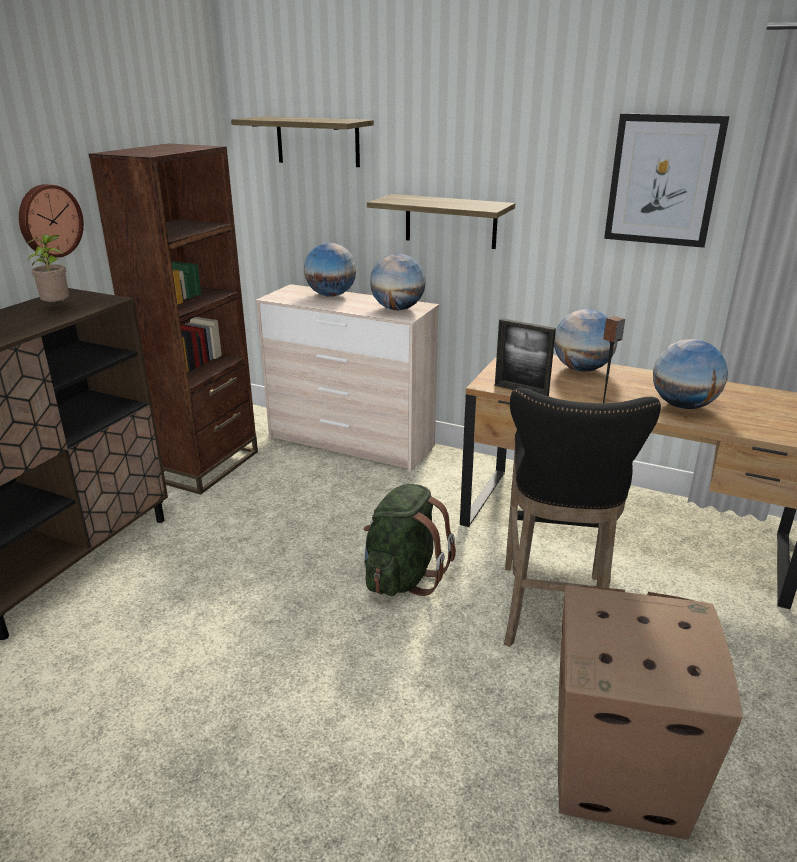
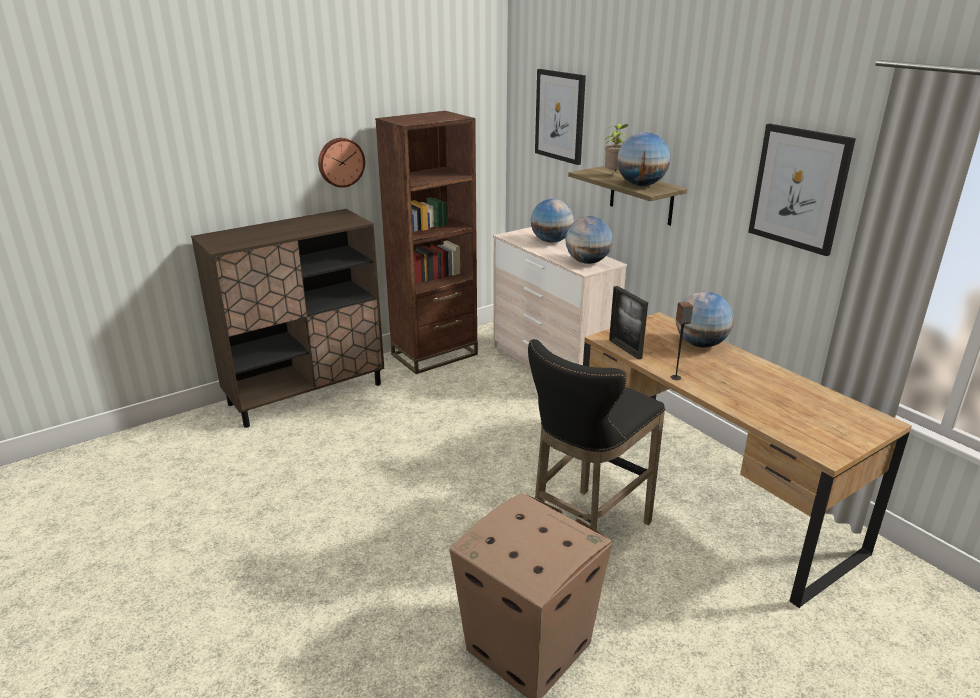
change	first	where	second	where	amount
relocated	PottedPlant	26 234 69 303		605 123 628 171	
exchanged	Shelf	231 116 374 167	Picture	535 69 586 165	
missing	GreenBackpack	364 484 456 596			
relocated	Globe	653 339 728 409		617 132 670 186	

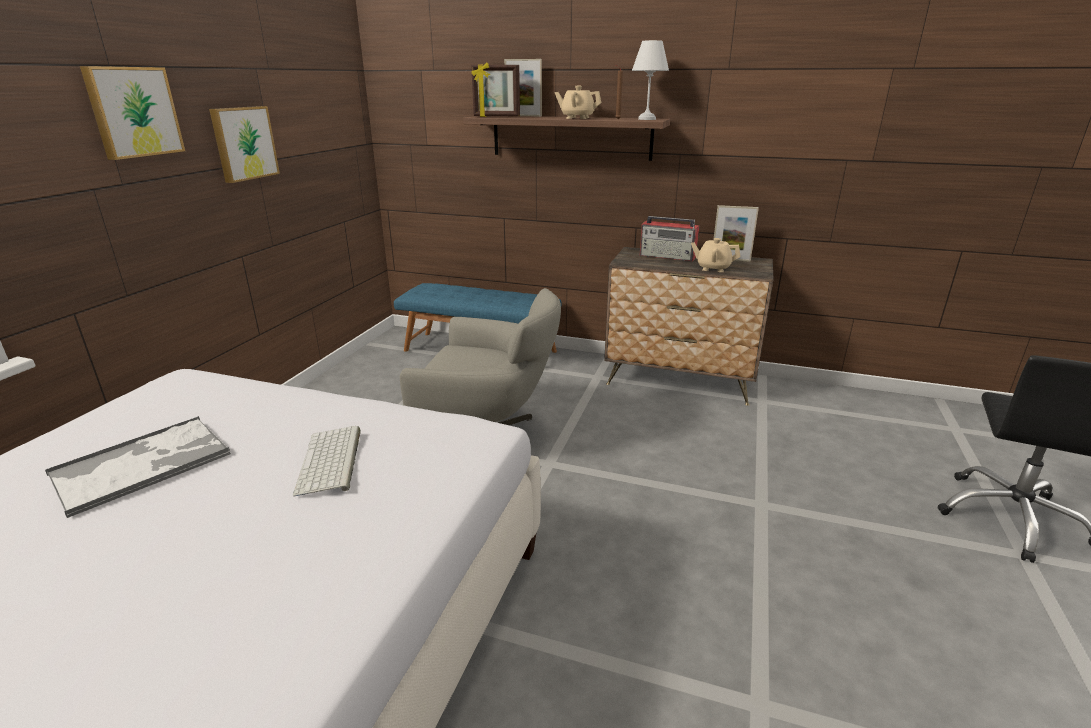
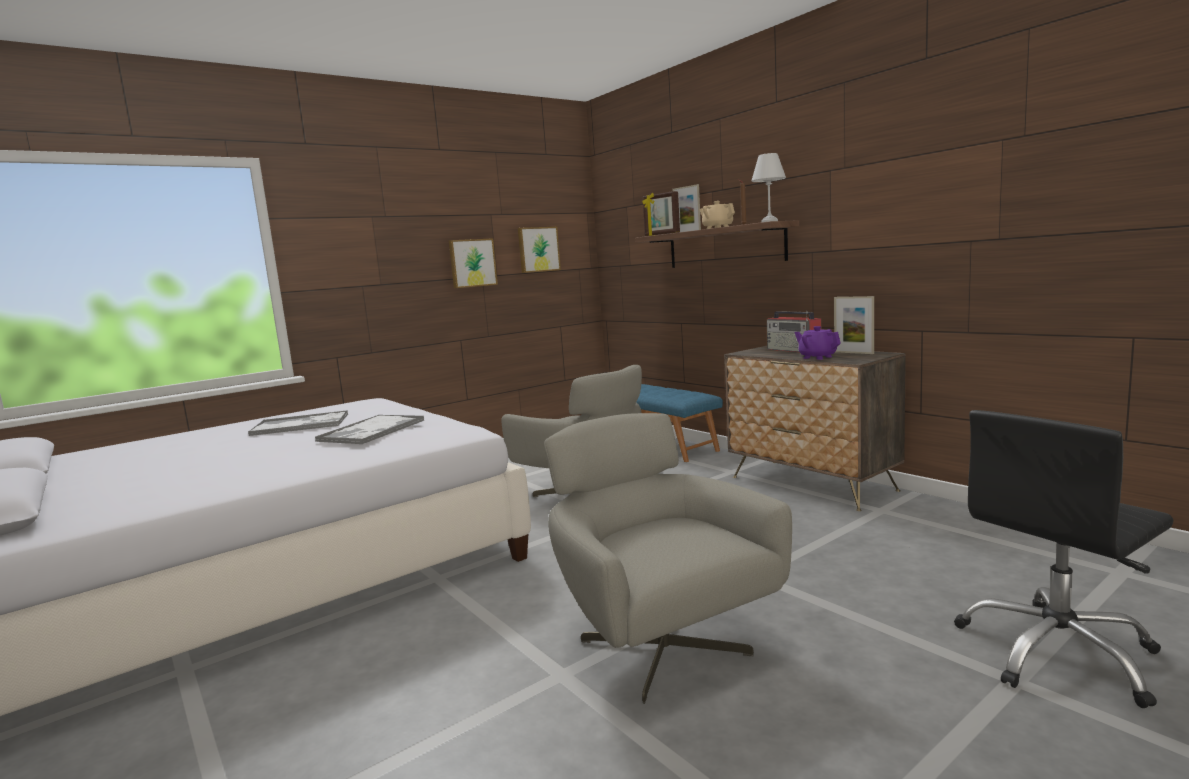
change	first	where	second	where	amount
relocated	Picture	80 66 185 160		518 227 561 273	
exchanged	Keyboard	293 426 361 497	Tray	315 415 425 444	
colour	BeigeTeapot	691 238 740 272	PurpleTeapot	794 326 841 360	
appeared			GreyArmchair	544 413 792 704	

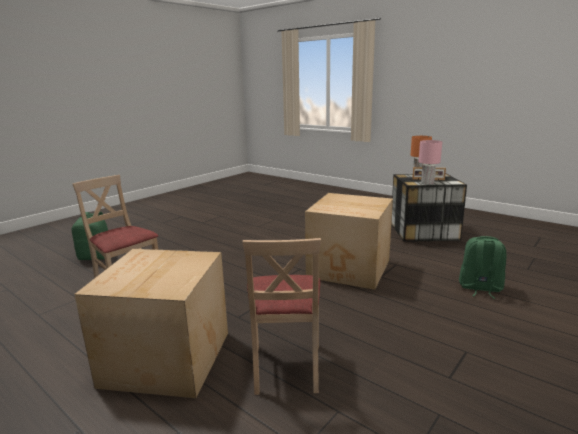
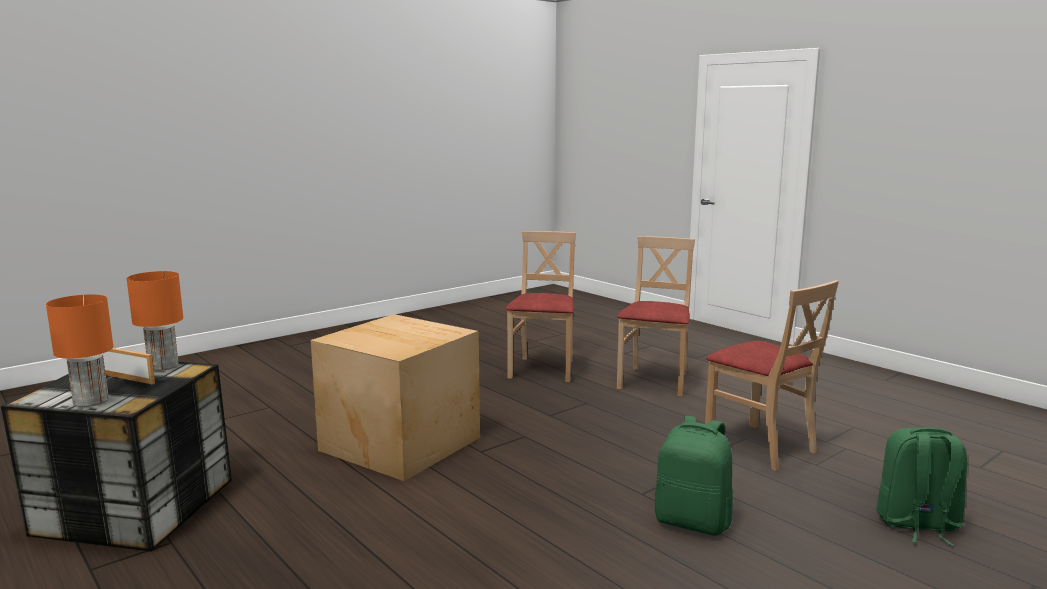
change	first	where	second	where	amount
exchanged	CardboardBox	74 249 228 398	BeigeChair	617 236 695 396	
colour	PinkTableLamp	418 140 442 185	OrangeTableLamp	127 271 183 371	
relocated	GreenBackpack	459 236 507 299		655 416 733 536	

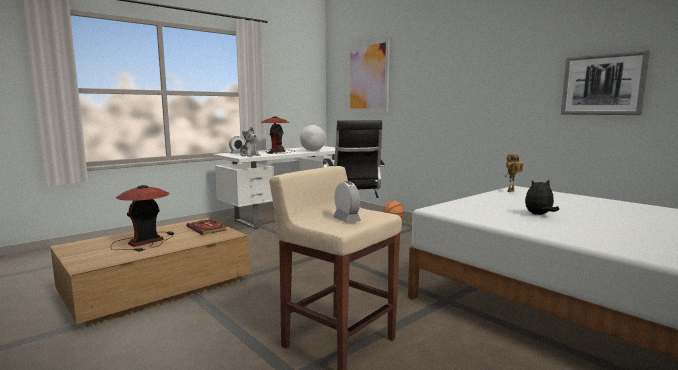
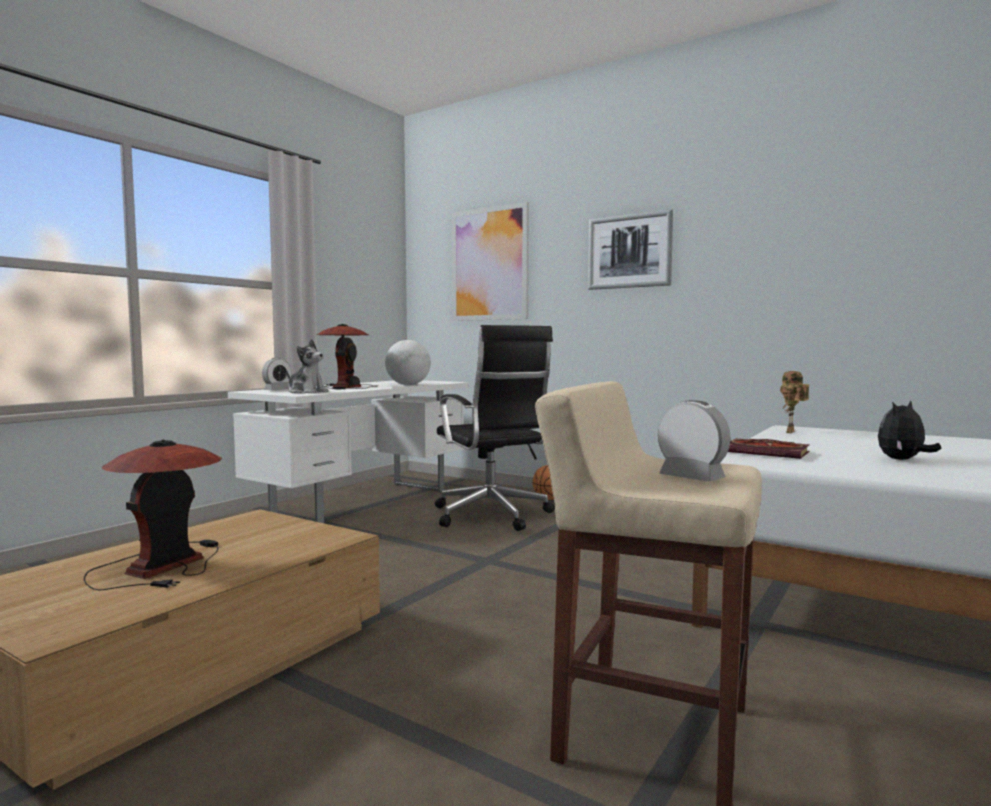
change	first	where	second	where	amount
relocated	Book	186 219 227 235		728 439 810 459	
relocated	Picture	561 50 650 115		588 209 673 290	

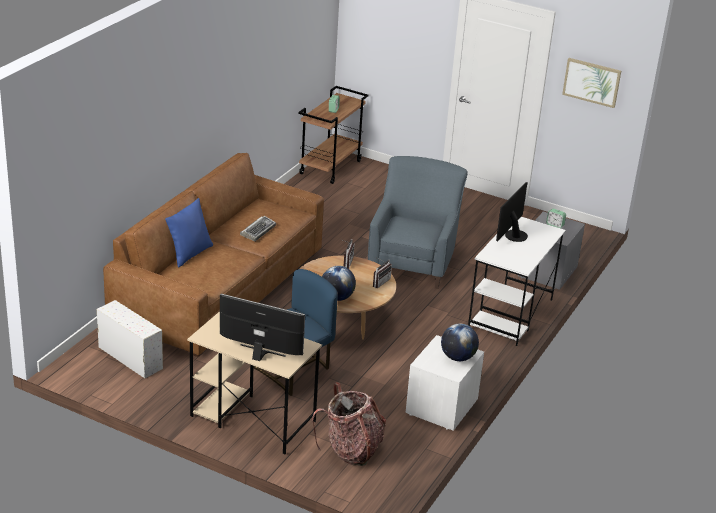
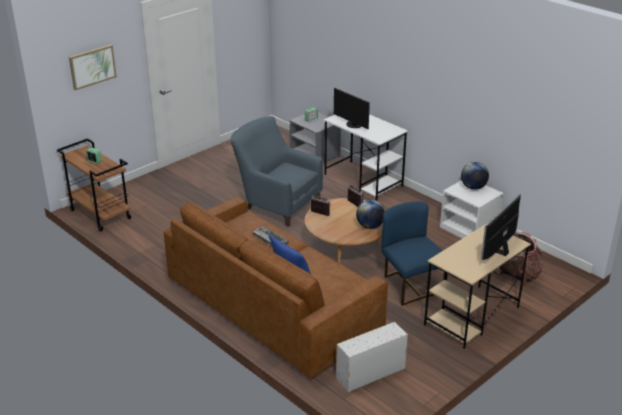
change	first	where	second	where	amount
relocated	Picture	562 58 621 108		69 45 117 90	

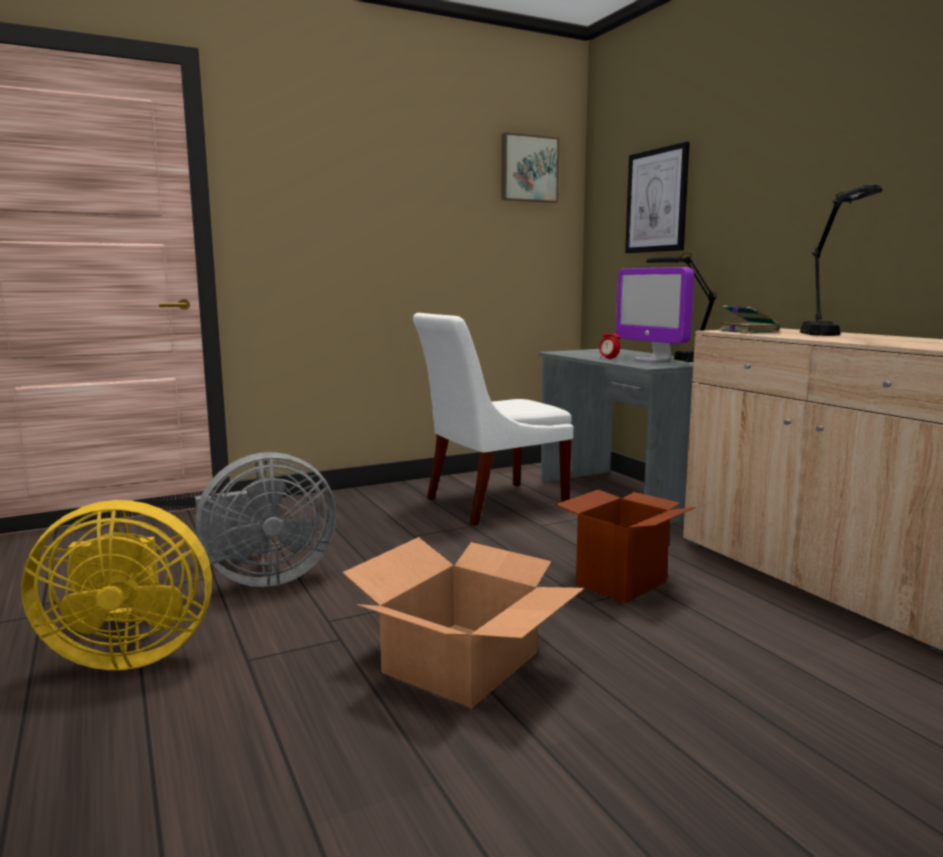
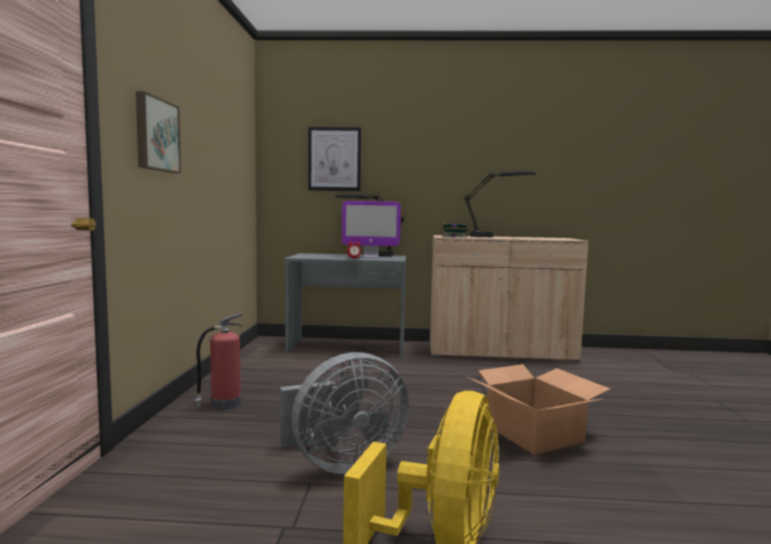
change	first	where	second	where	amount
spun	GreyFan	195 452 336 587		280 352 409 474	60 degrees clockwise
missing	WhiteChair	413 313 573 526			
relocated	Picture	501 132 560 203		136 91 181 173	
missing	CardboardBox	555 489 696 603			
appeared			FireExtinguisher	195 313 243 410	

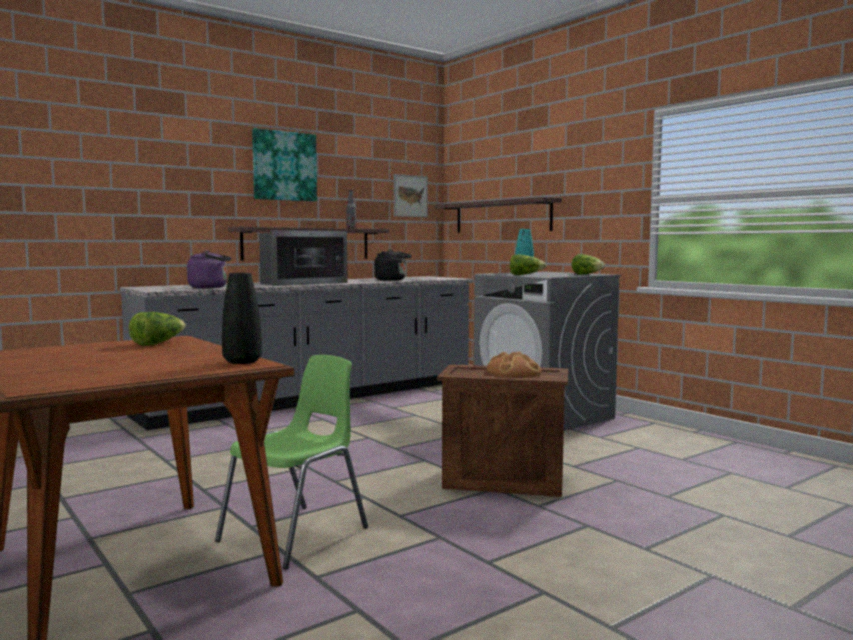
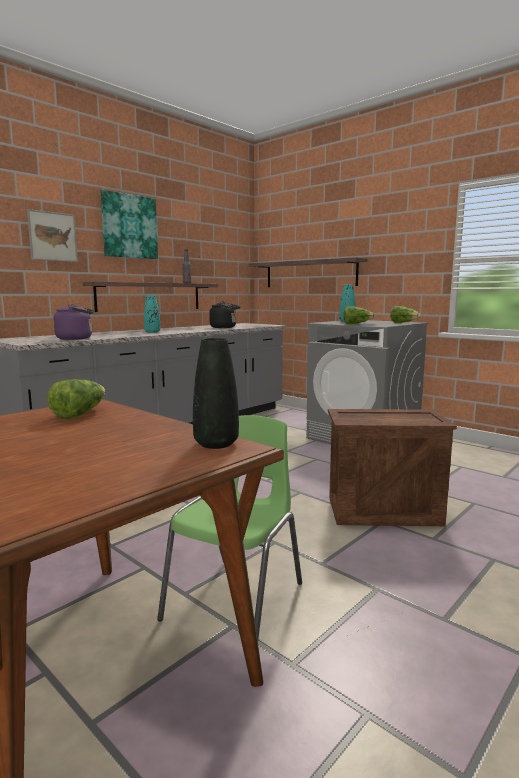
change	first	where	second	where	amount
exchanged	Microwave	259 230 348 286	TurquoiseVase	144 295 160 333	
relocated	Picture	394 174 428 217		27 209 78 262	
missing	Bread	486 352 542 377			

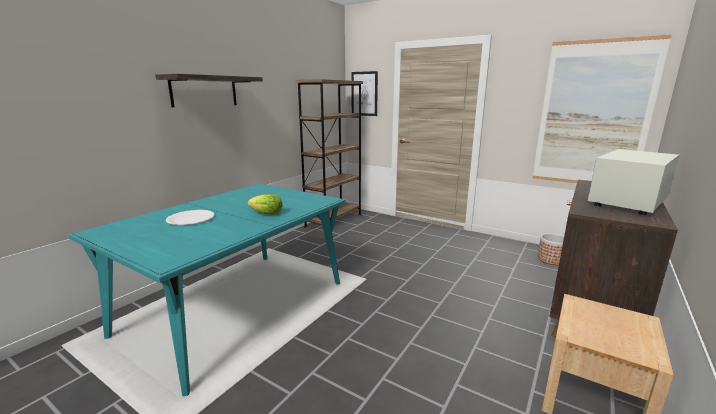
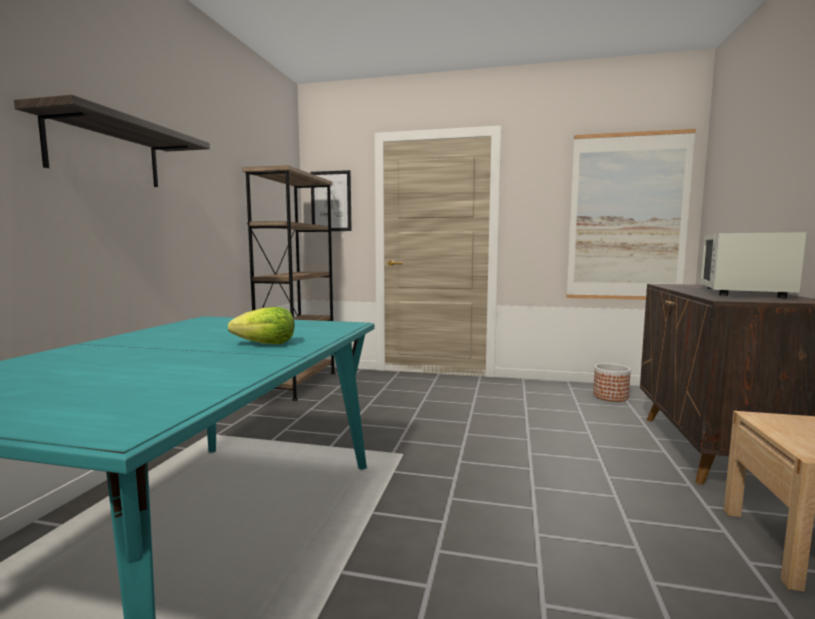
change	first	where	second	where	amount
missing	WhitePlate	166 210 215 225			

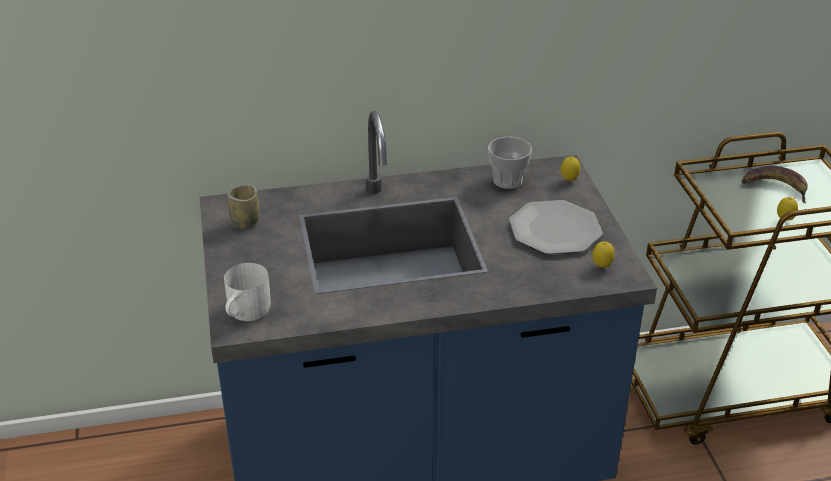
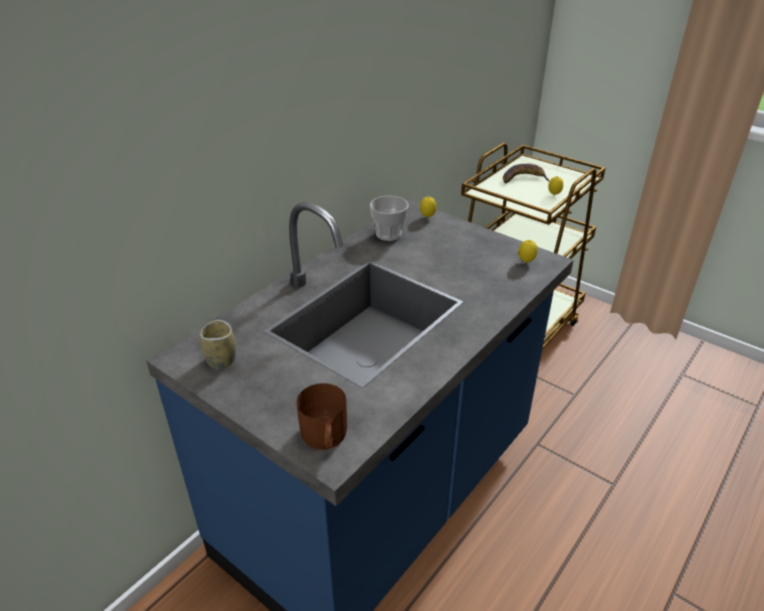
change	first	where	second	where	amount
colour	WhiteMug	224 263 271 321	BrownMug	297 383 347 450	
missing	Plate	509 200 603 255			

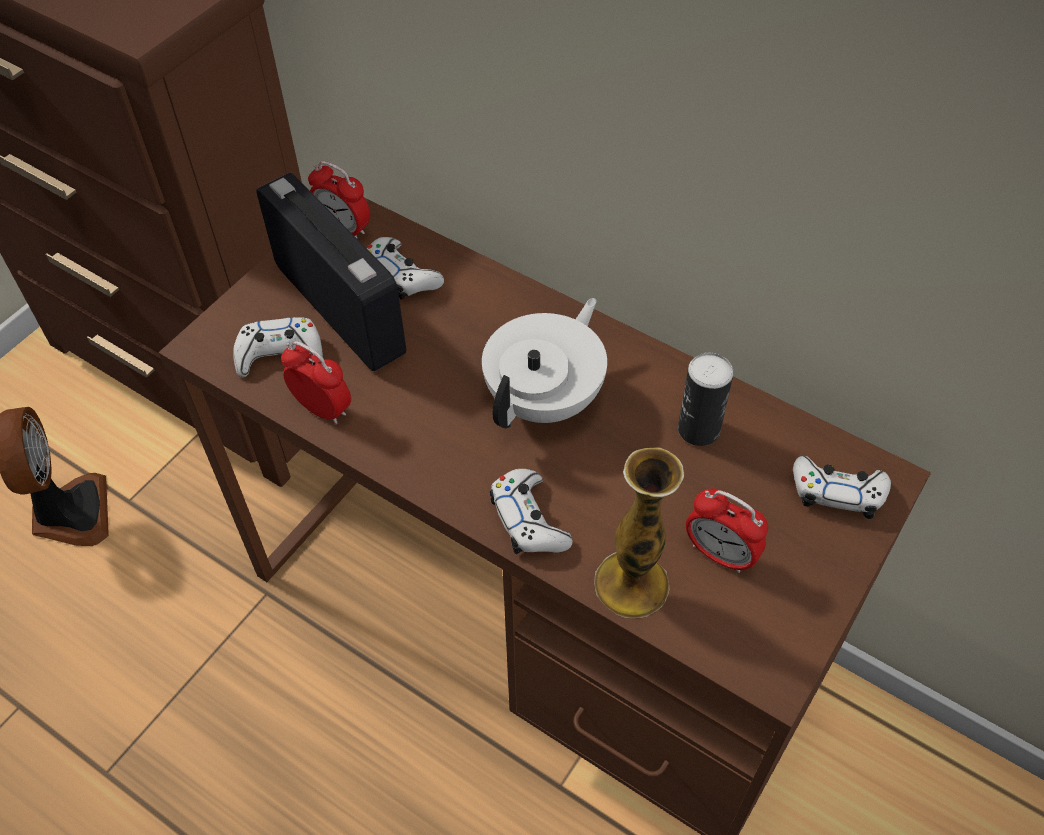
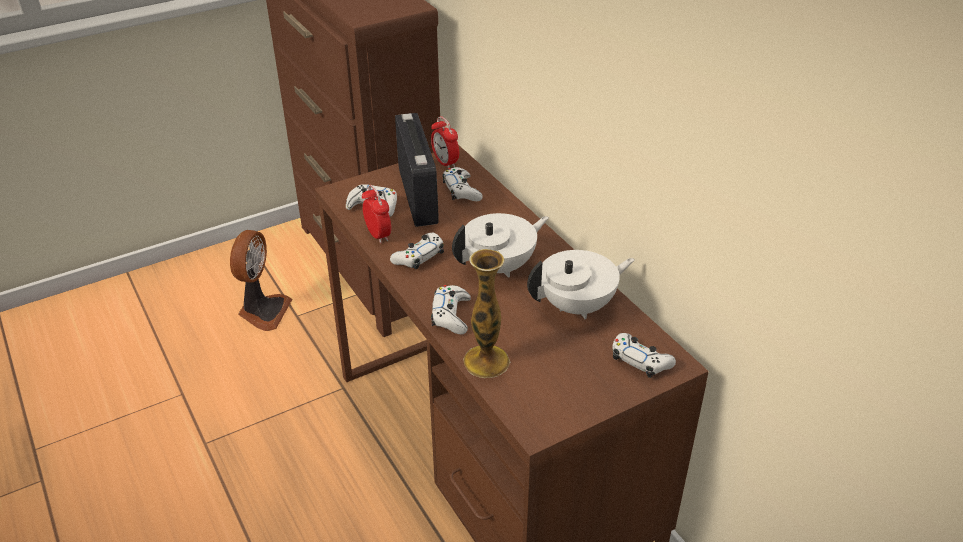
change	first	where	second	where	amount
exchanged	Can	678 353 734 446	WhiteTeapot	527 250 635 319	
missing	AlarmClock	686 488 768 573			
appeared			WhiteGameController	390 233 444 269	

